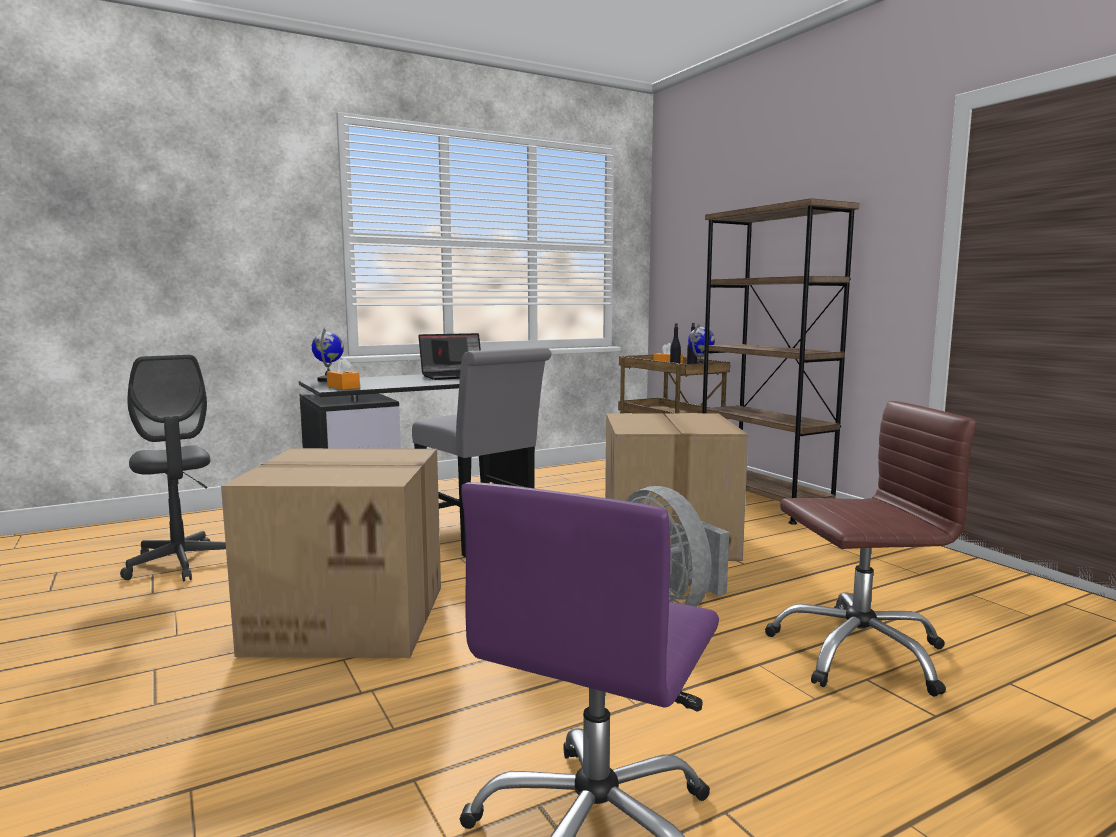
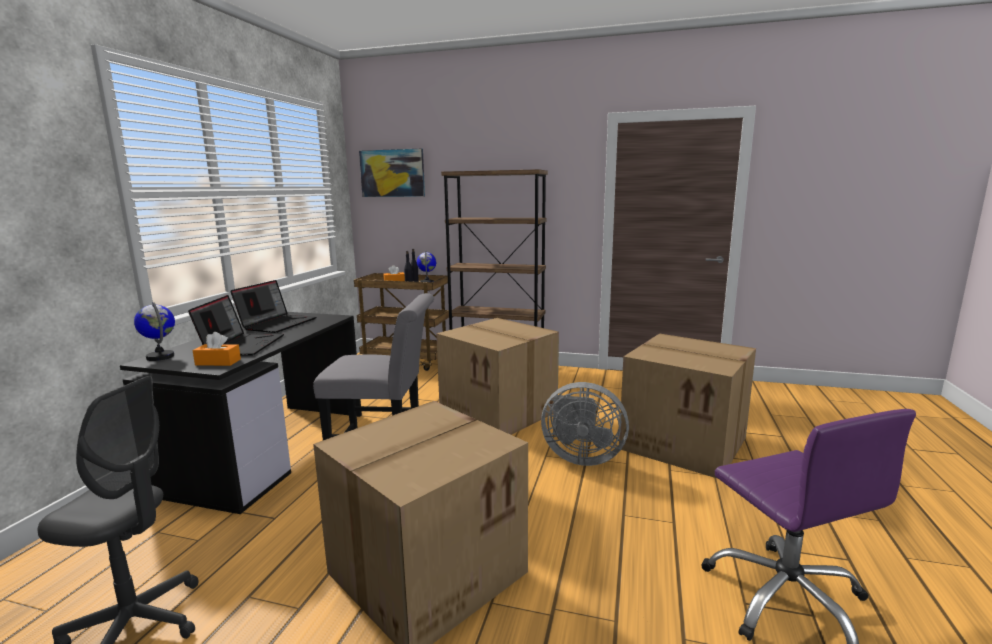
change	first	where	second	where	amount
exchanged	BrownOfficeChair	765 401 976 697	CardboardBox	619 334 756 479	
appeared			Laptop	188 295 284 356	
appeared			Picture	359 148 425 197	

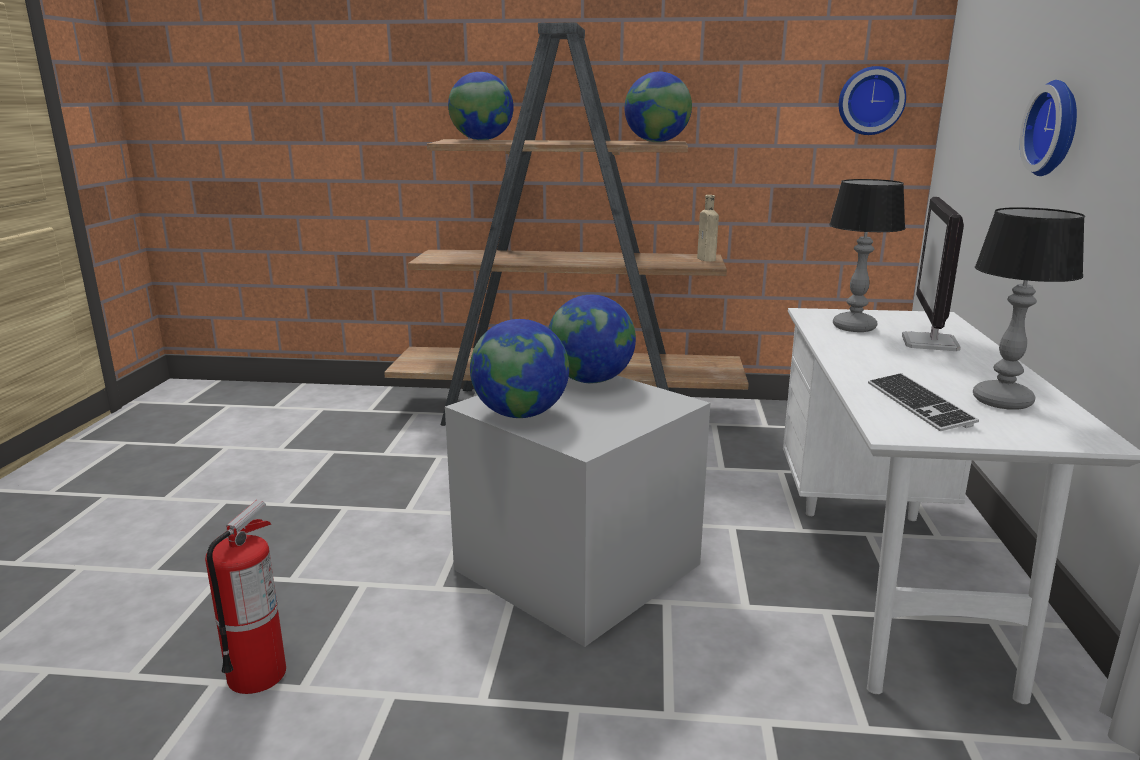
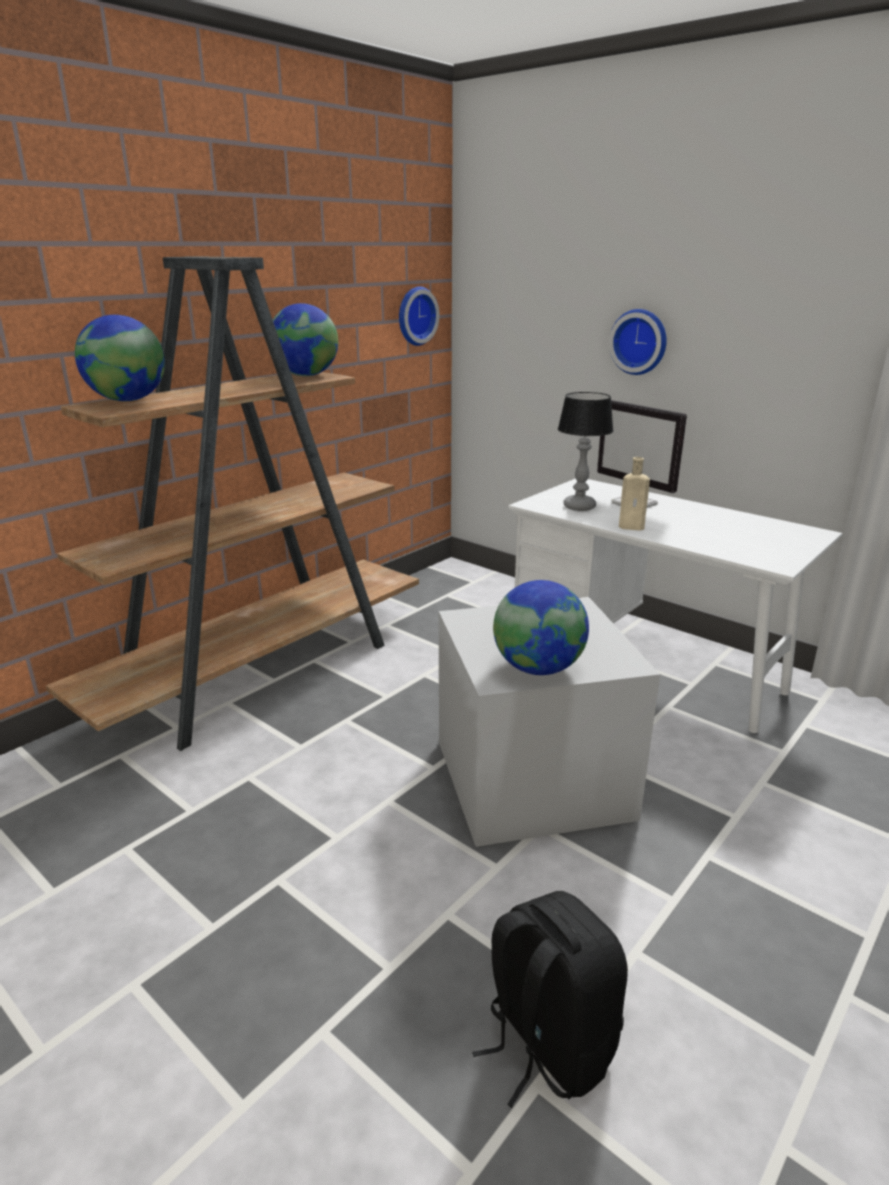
change	first	where	second	where	amount
exchanged	FireExtinguisher	205 500 286 694	BlackBackpack	472 891 628 1108	
missing	Globe	549 295 636 383			
relocated	BeigeBottle	697 195 719 262		619 457 650 530	
missing	Keyboard	868 373 979 431			
missing	TableLamp	973 207 1085 410			

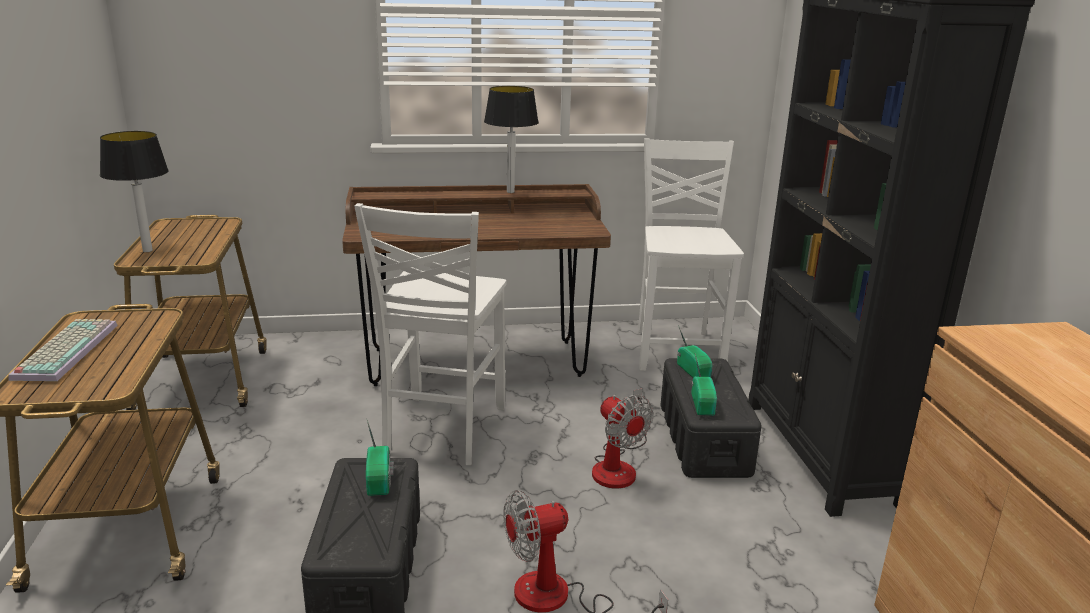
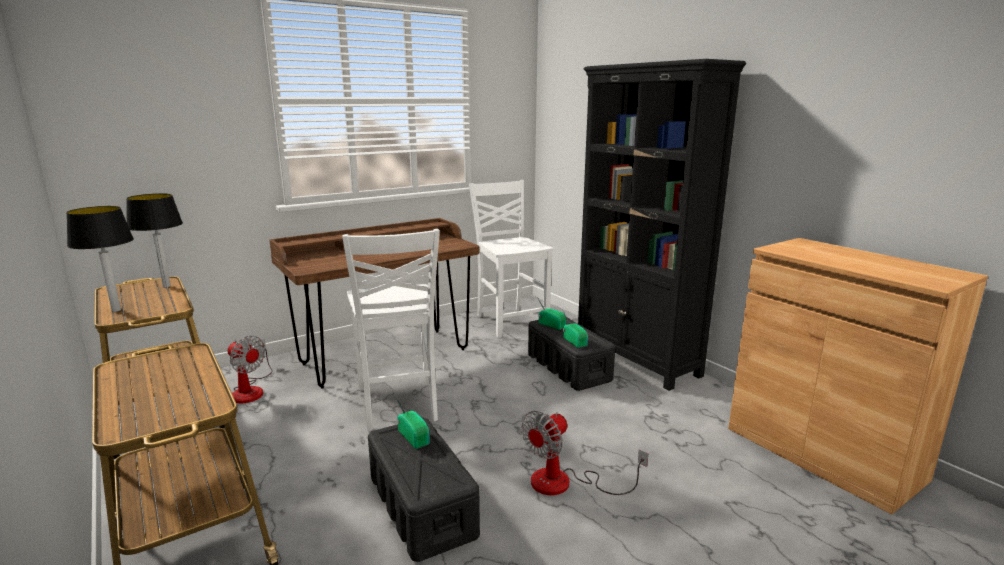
change	first	where	second	where	amount
missing	Keyboard	9 319 118 381			
relocated	TableLamp	484 86 539 193		126 193 183 288	
relocated	Fan	592 388 653 488		228 336 273 403	

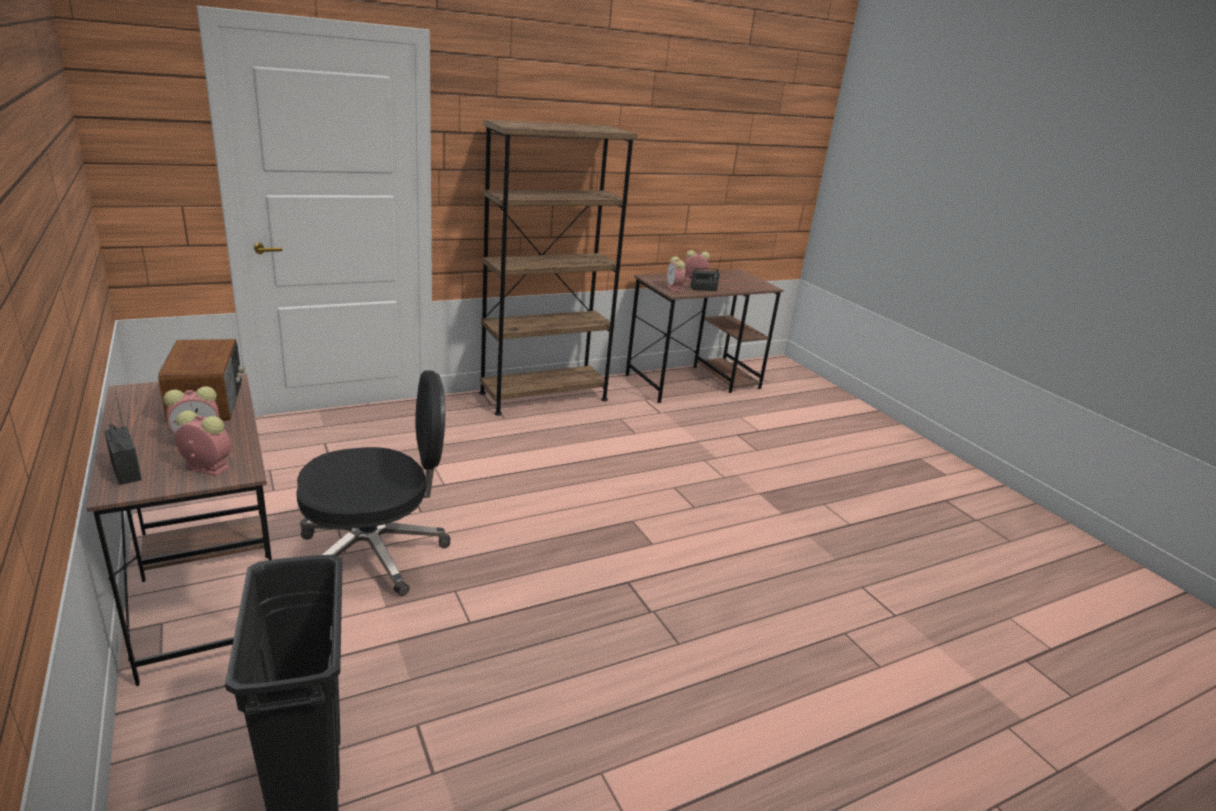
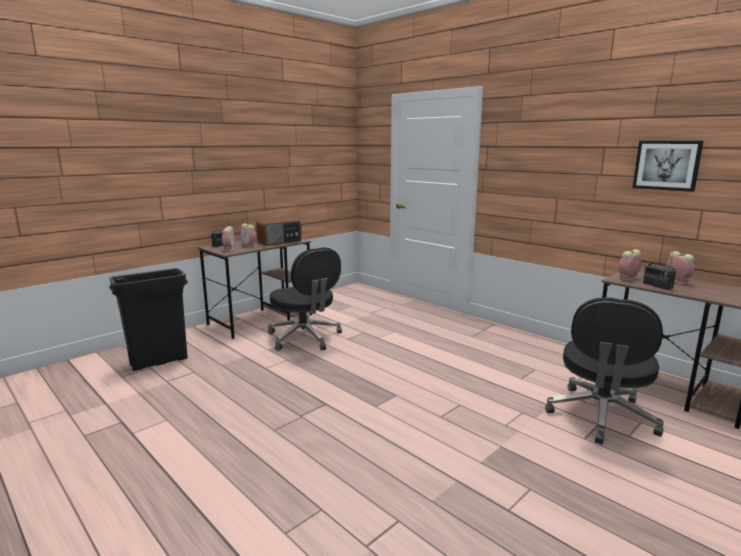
change	first	where	second	where	amount
missing	BrownBookcase	479 120 637 416			
appeared			BlackOfficeChair	545 297 664 444	
appeared			Picture	632 141 703 192	

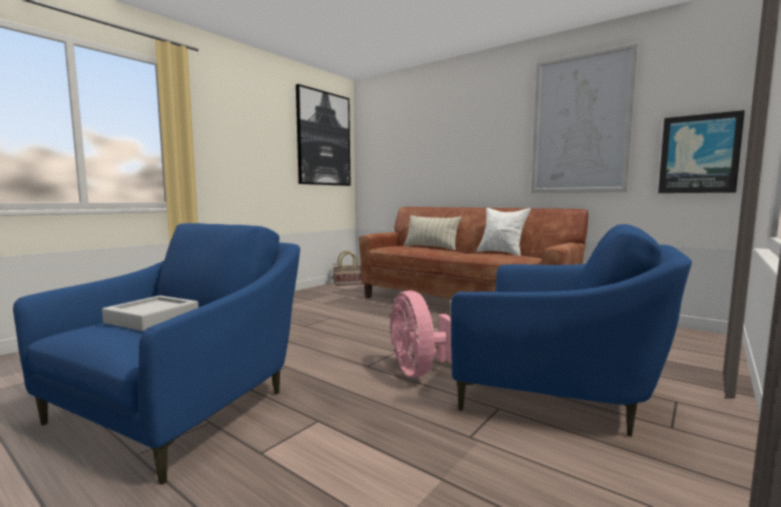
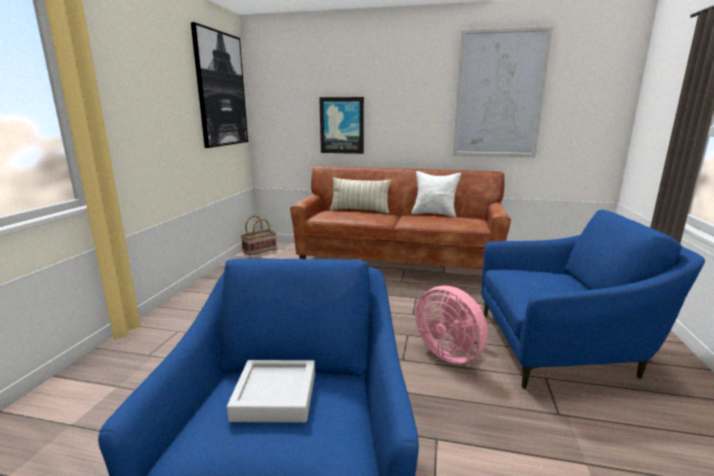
change	first	where	second	where	amount
relocated	Picture	658 110 745 193		319 97 364 154	

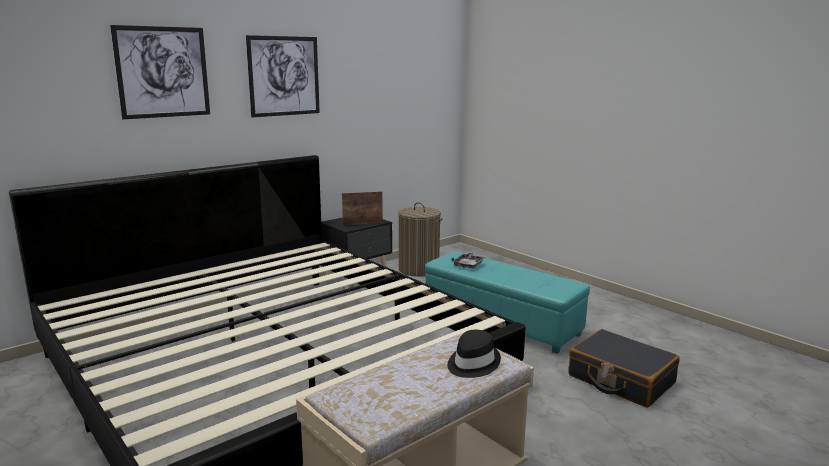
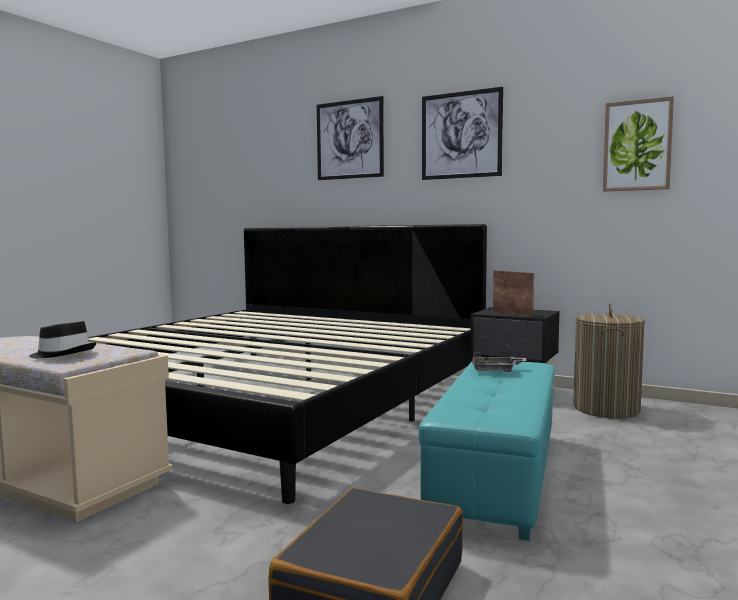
change	first	where	second	where	amount
appeared			Picture	603 96 674 192	

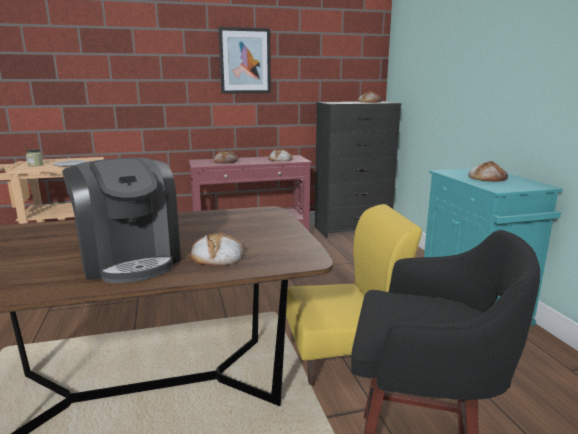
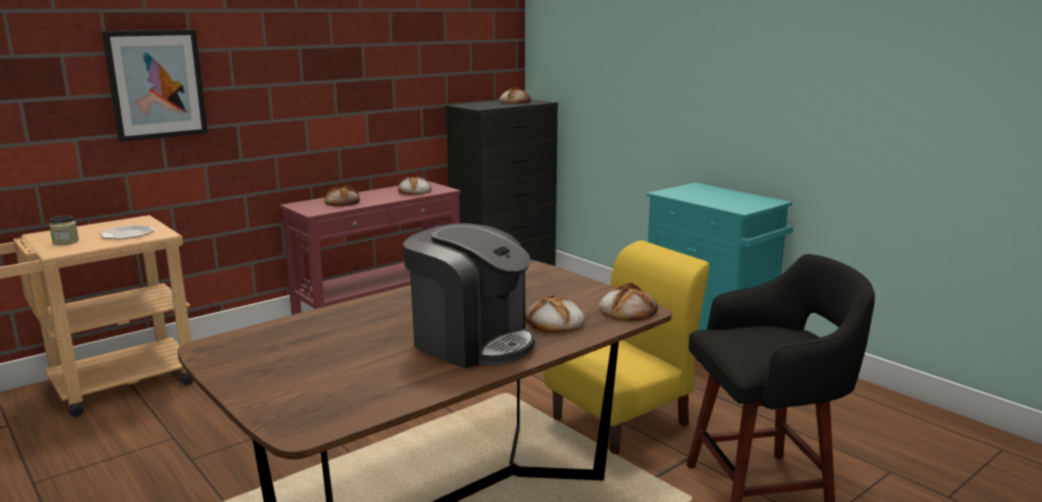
change	first	where	second	where	amount
relocated	Picture	219 27 271 93		102 30 208 142	
relocated	Bread	468 161 508 182		599 283 658 321	

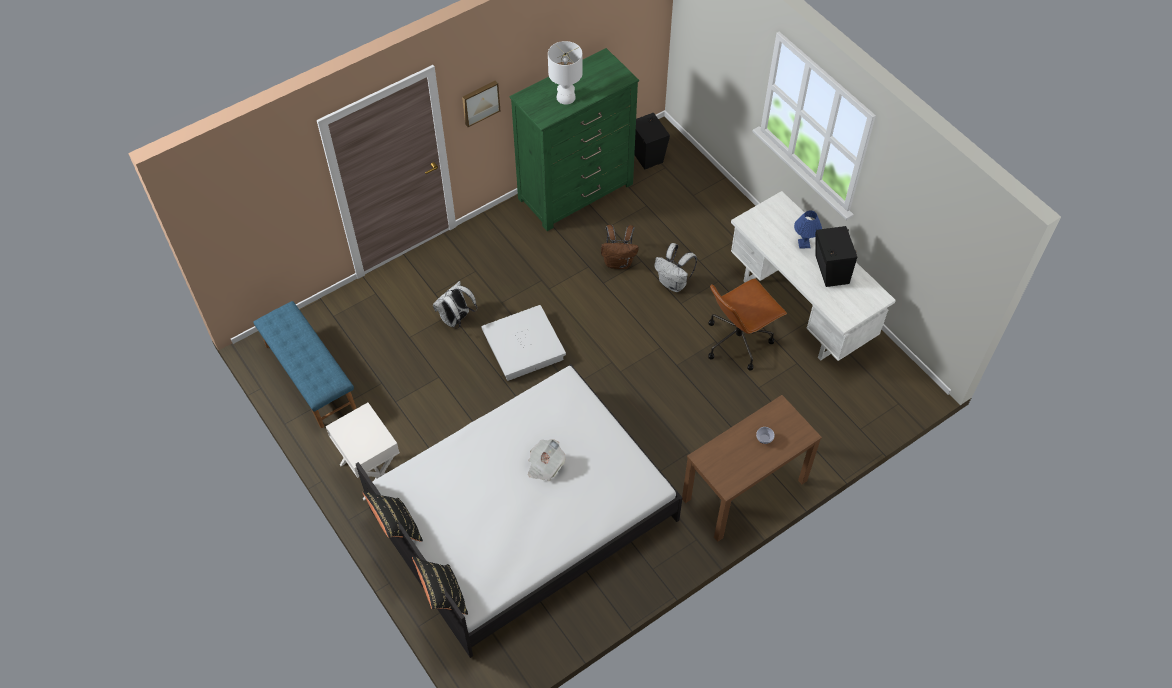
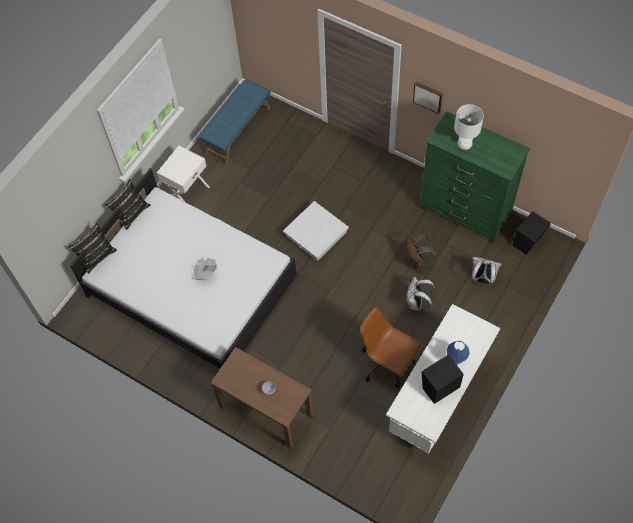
change	first	where	second	where	amount
relocated	WhiteBackpack	433 281 477 327		472 257 502 287	

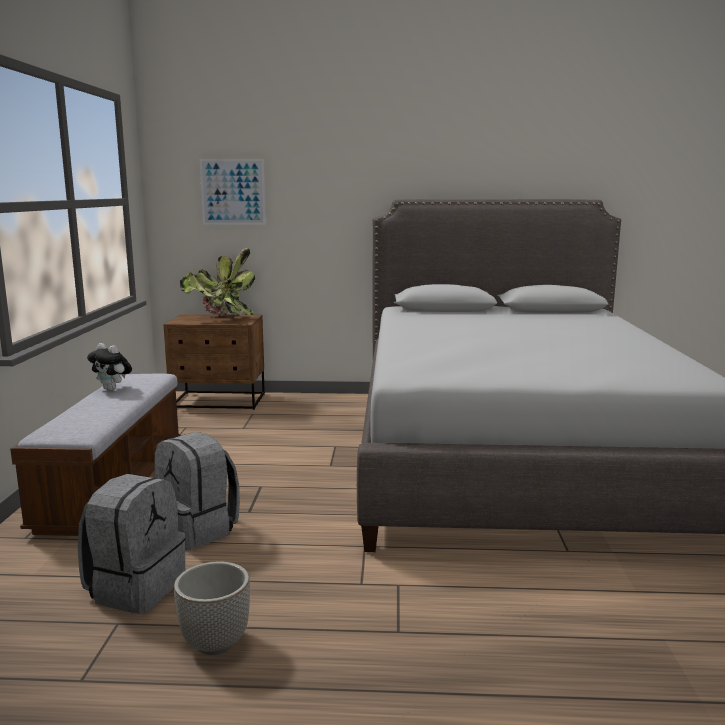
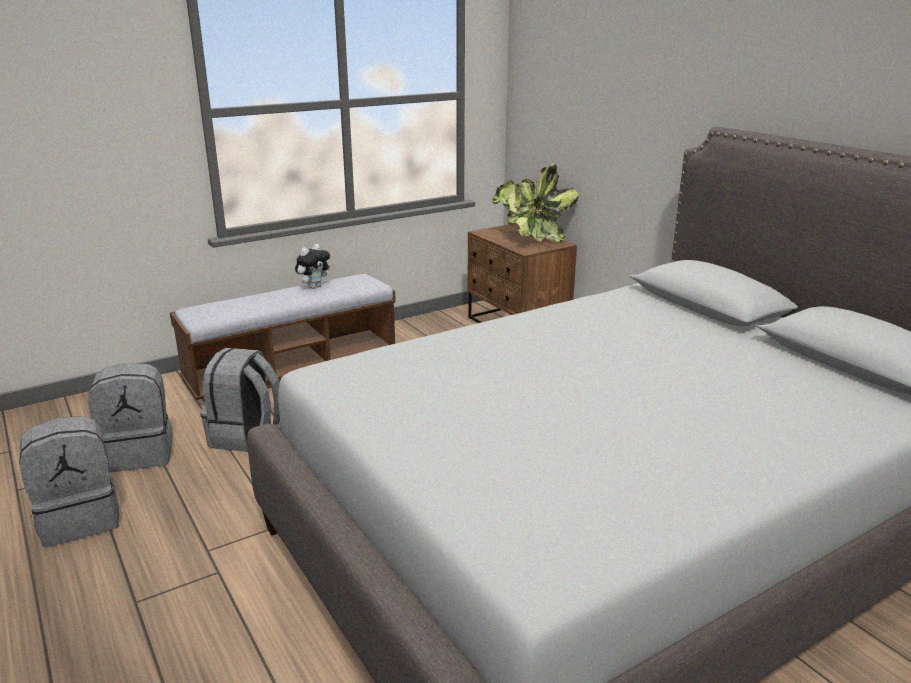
change	first	where	second	where	amount
spun	PlushToy	87 343 132 391		295 244 330 289	135 degrees counterclockwise
exchanged	Planter	174 561 250 655	GreyBackpack	19 416 119 547	
missing	Picture	200 159 266 225			

